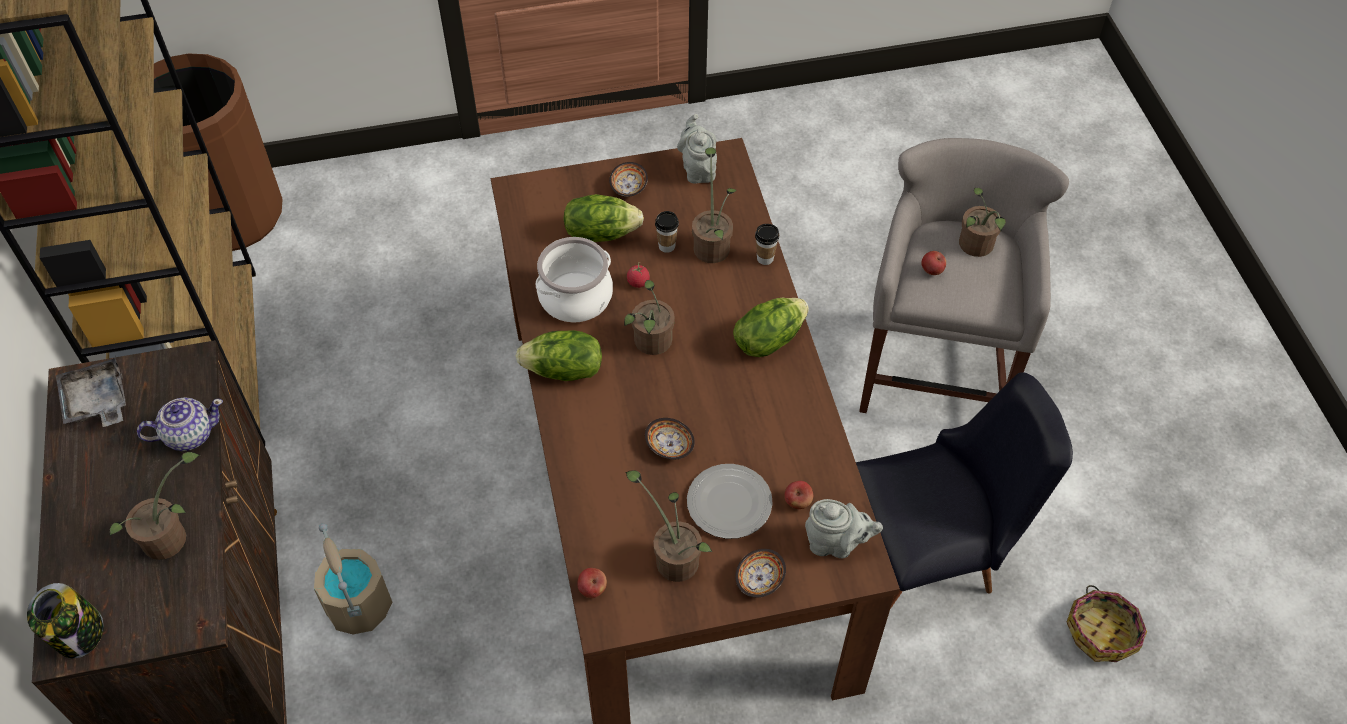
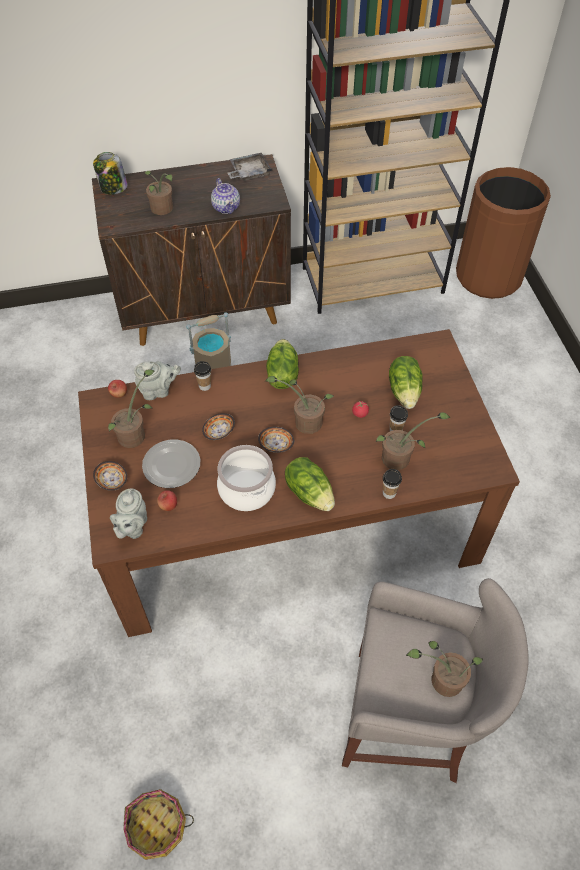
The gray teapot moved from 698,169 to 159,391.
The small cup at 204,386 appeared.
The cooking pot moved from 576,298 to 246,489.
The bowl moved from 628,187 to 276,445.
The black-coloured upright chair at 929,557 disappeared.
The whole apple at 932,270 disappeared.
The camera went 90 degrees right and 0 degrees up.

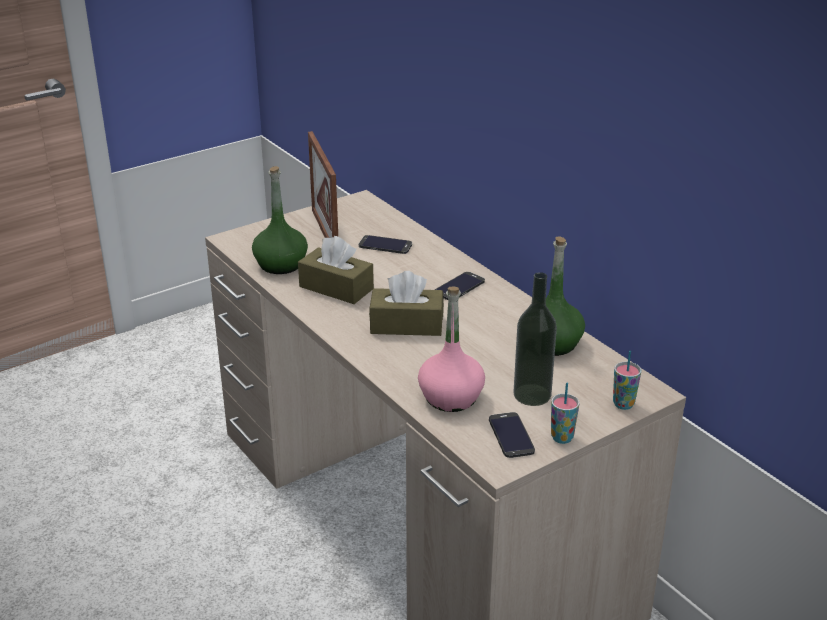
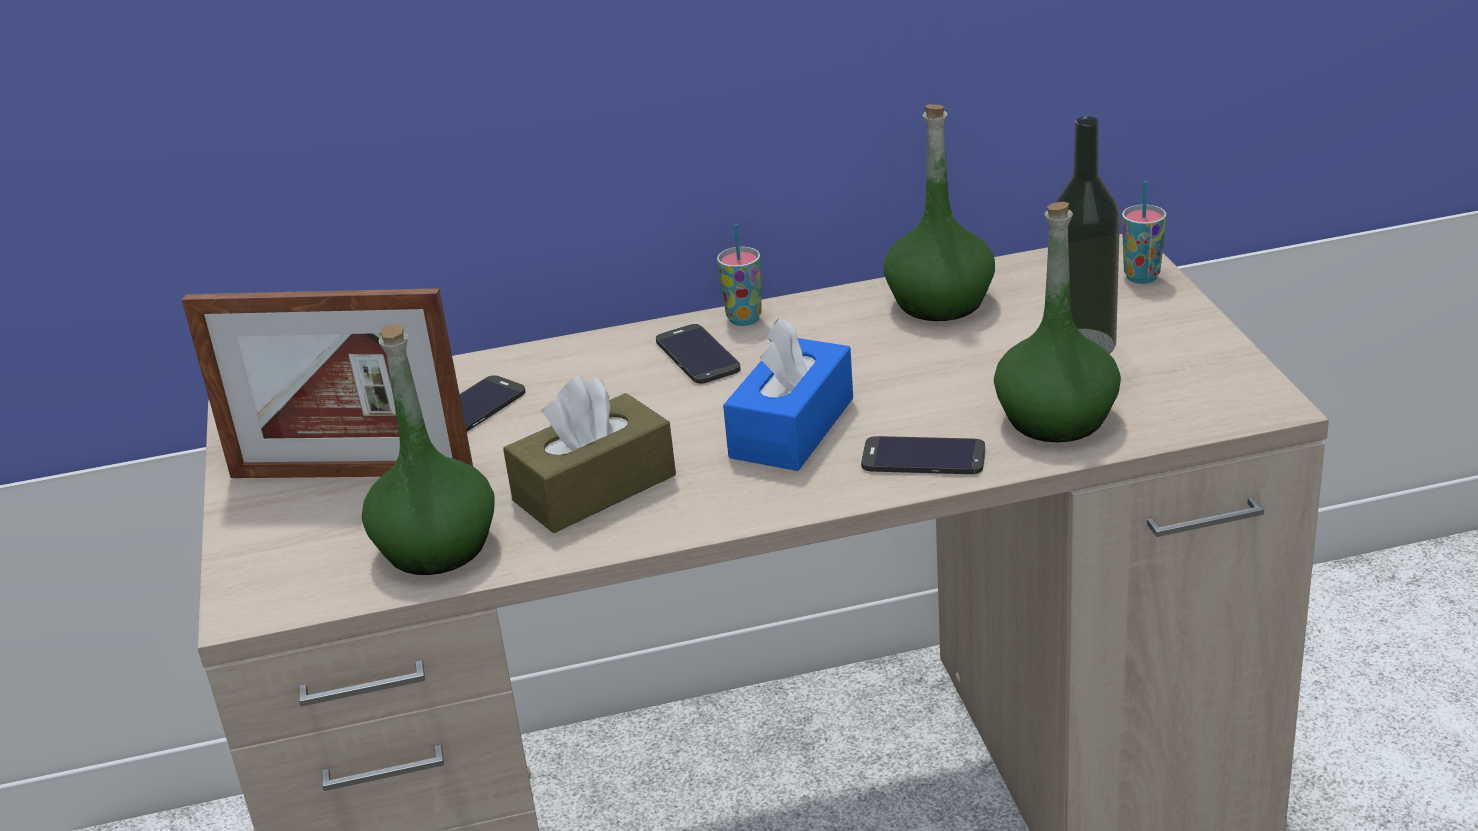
The small cup moved from 562,438 to 744,319.
The brownish tissue holder at 406,325 became the bluish tissue holder at 792,428.
The handset moved from 511,435 to 923,457.
The pinkish beverage bottle at 450,397 became the green beverage bottle at 1055,419.
The camera went 65 degrees left and 0 degrees up.

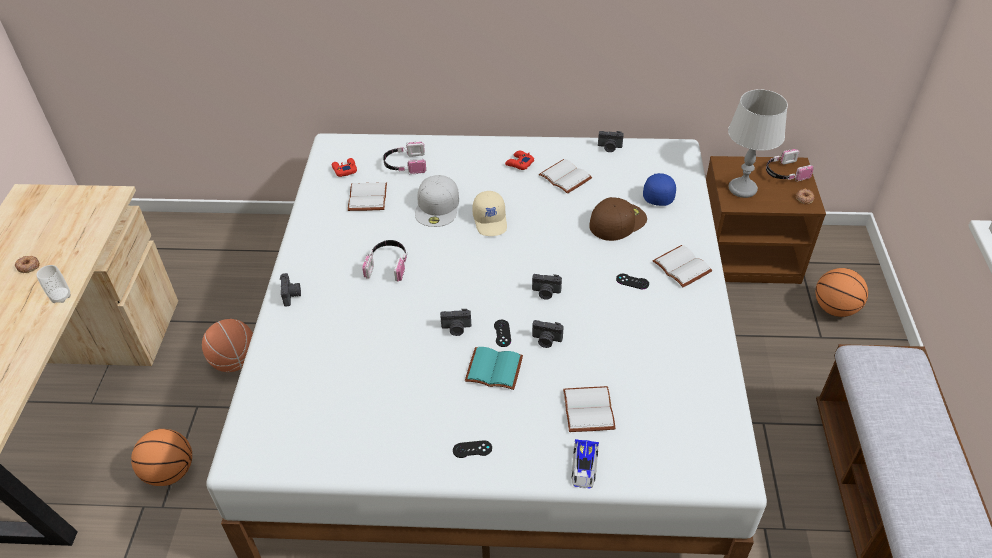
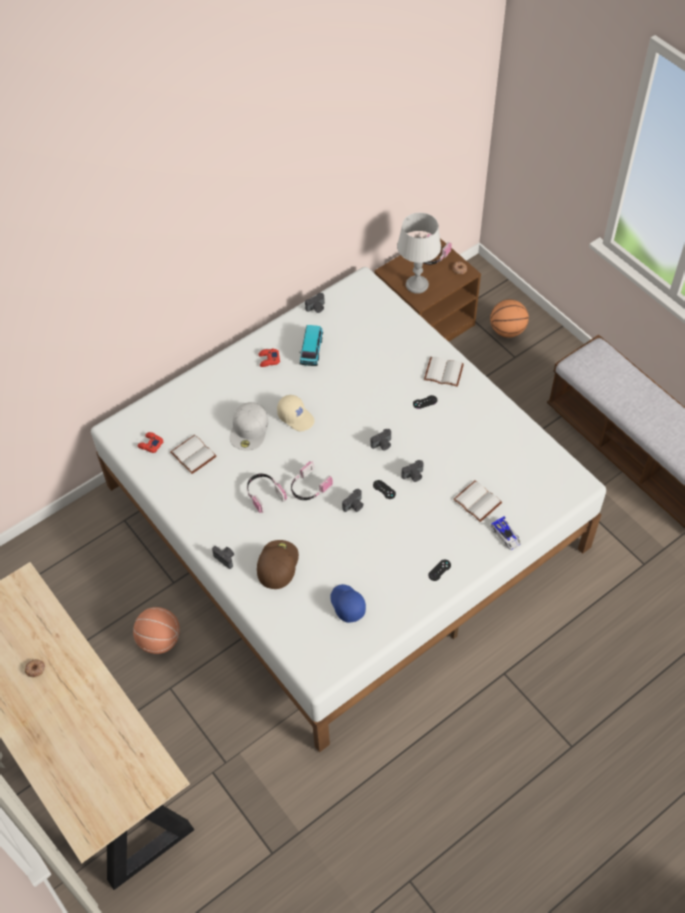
The white-coloured peaked cap at 438,206 turned 45 degrees clockwise.
The brownish peaked cap moved from 617,221 to 277,563.
The headphones moved from 405,165 to 309,487.
The white-coloured bound book at 566,177 was replaced by the model car at 311,350.
The bluish peaked cap moved from 658,193 to 347,605.
The small cup at 61,297 disappeared.
The basketball ball at 170,472 disappeared.
The turquoise bound book at 492,370 disappeared.
The camera went 40 degrees left and 10 degrees up.

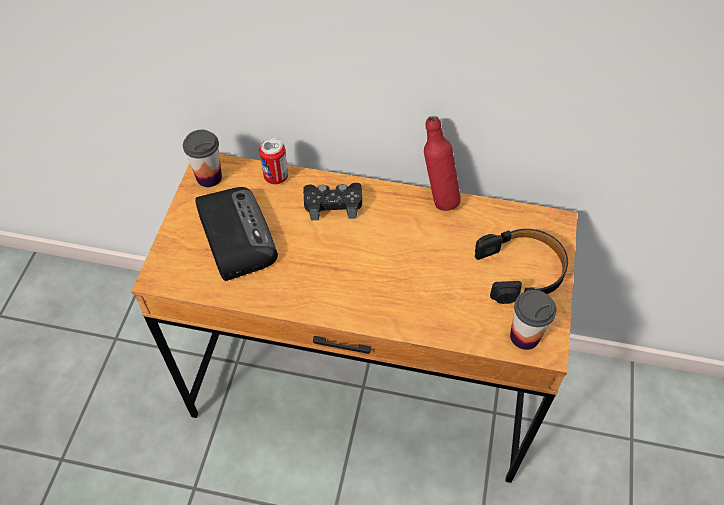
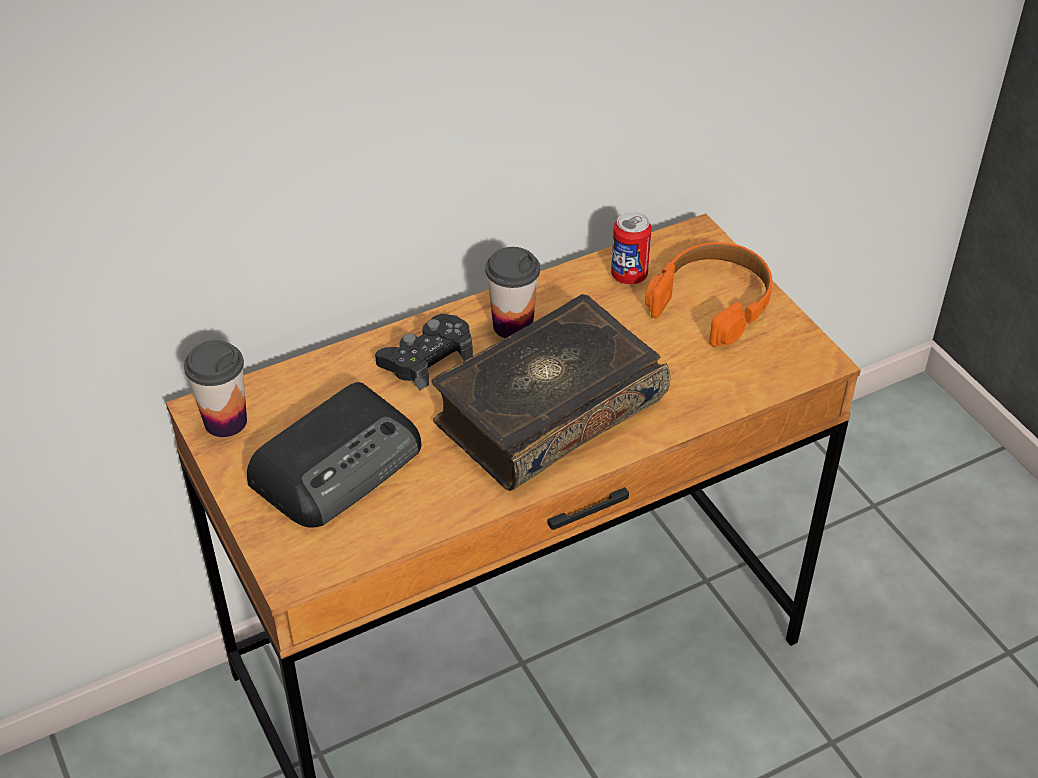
The radio at 235,235 turned 105 degrees clockwise.
The bound book at 547,410 appeared.
The small cup moved from 524,336 to 513,326.
The sealed can moved from 276,177 to 629,275.
The black-coloured headphones at 521,270 became the orange-coloured headphones at 713,302.
The red beverage bottle at 438,198 disappeared.
The camera went 40 degrees left and 10 degrees down.

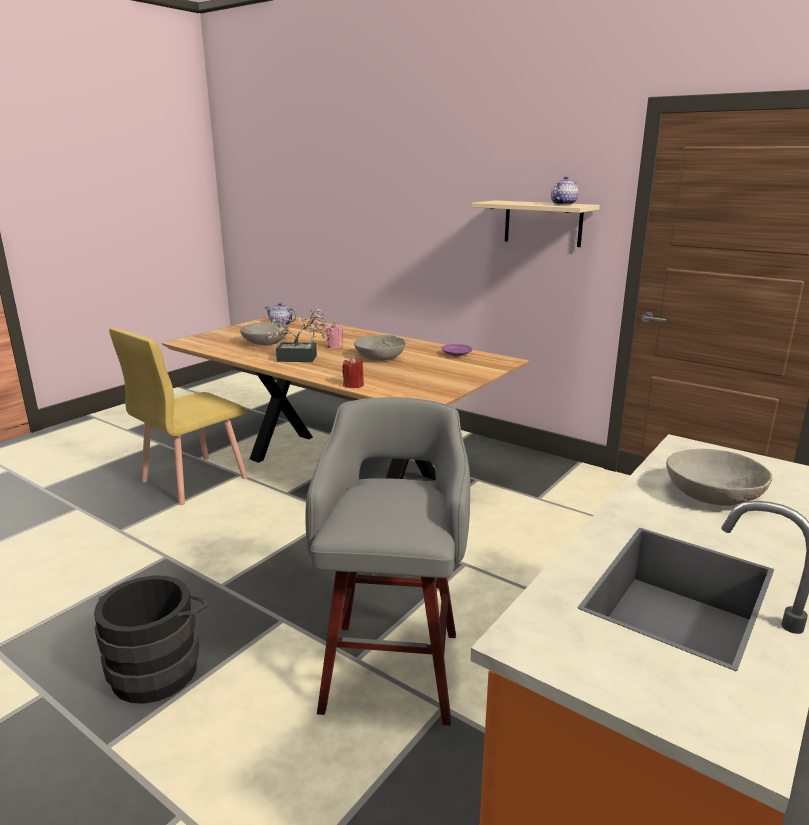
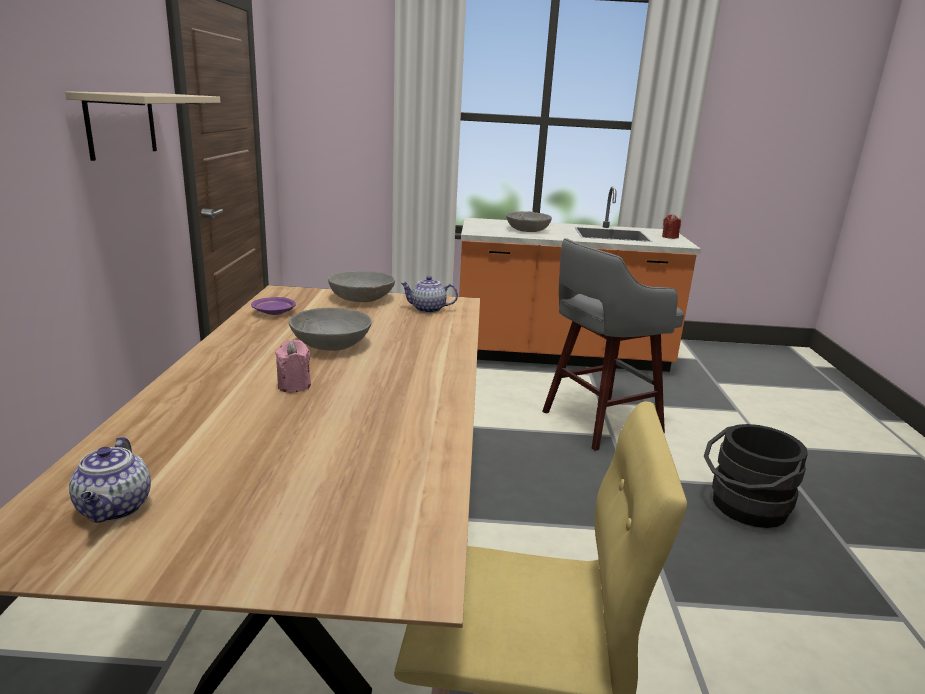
The gray bowl moved from 265,343 to 362,298.
The teapot moved from 563,204 to 427,310.
The red wax candle moved from 353,385 to 669,237.
The plant in a pot at 302,358 disappeared.
The camera went 125 degrees left and 0 degrees up.

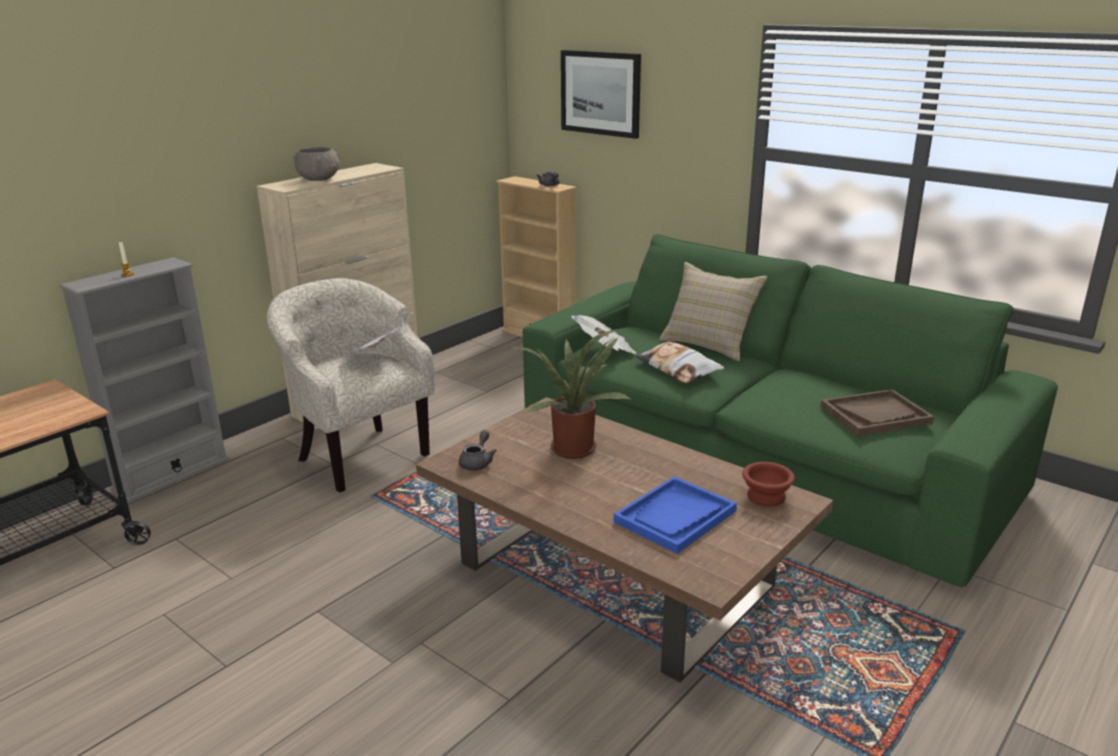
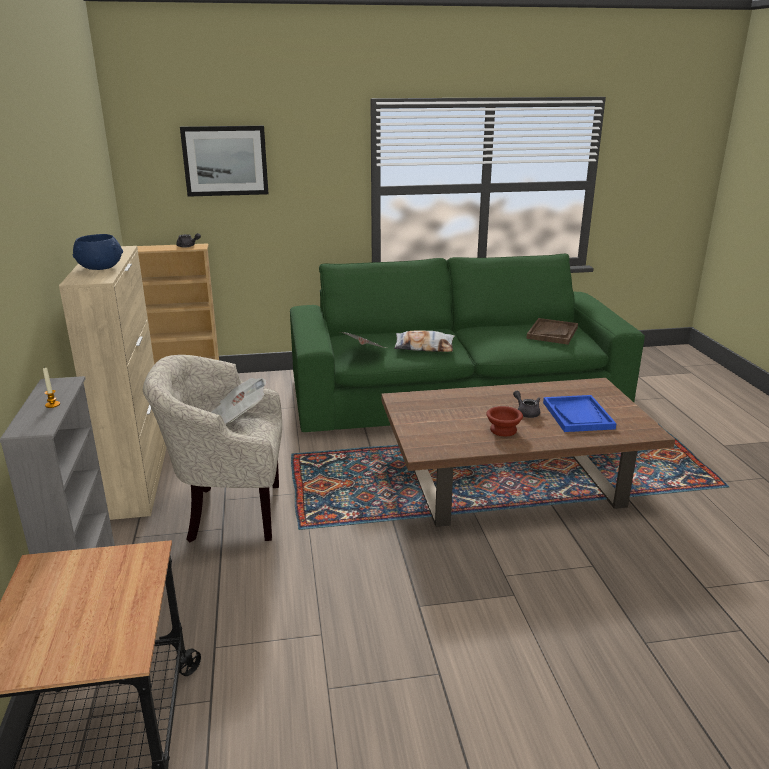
The gray bowl at 319,179 became the bluish bowl at 100,267.
The brownish bowl moved from 765,496 to 502,430.
The gray teapot moved from 477,462 to 526,412.
The plant in a pot at 574,446 disappeared.
The beige throw pillow at 709,344 disappeared.
The camera went 50 degrees left and 0 degrees up.

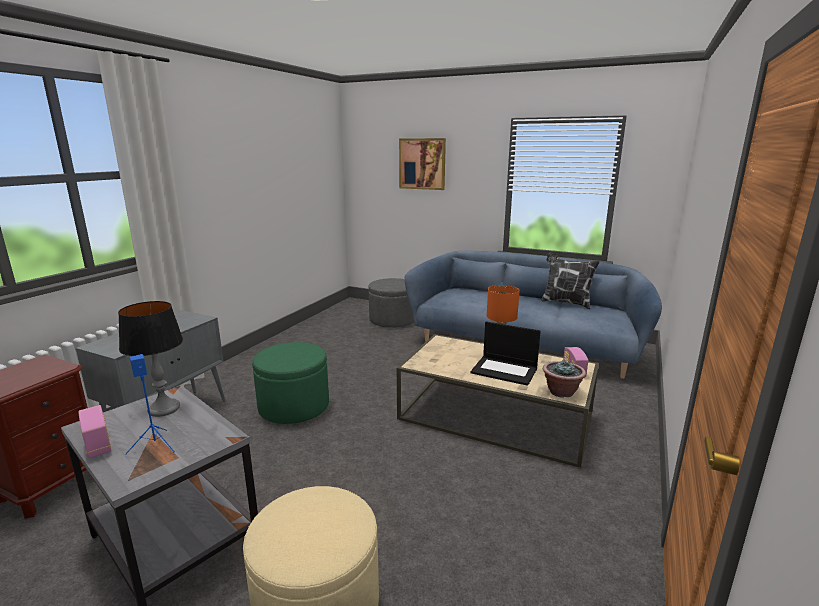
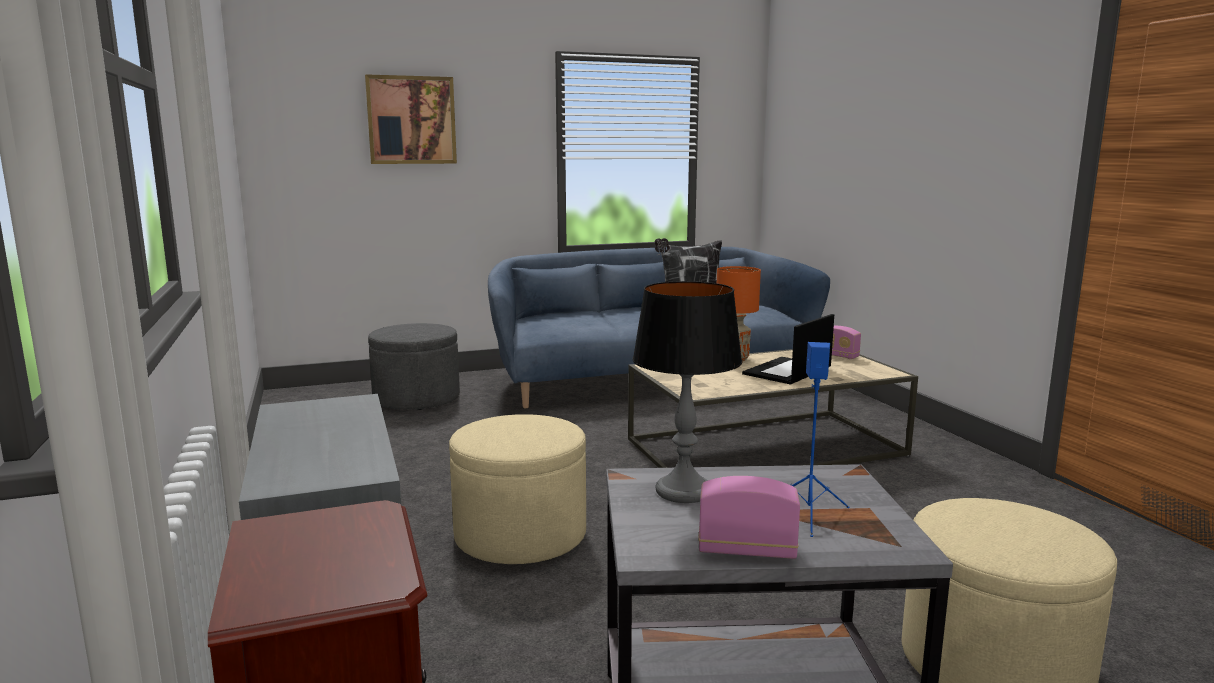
The green pouffe at 294,406 became the beige pouffe at 520,535.
The notebook computer at 505,370 turned 150 degrees clockwise.
The plant in a pot at 561,392 disappeared.
The camera went 45 degrees left and 5 degrees down.

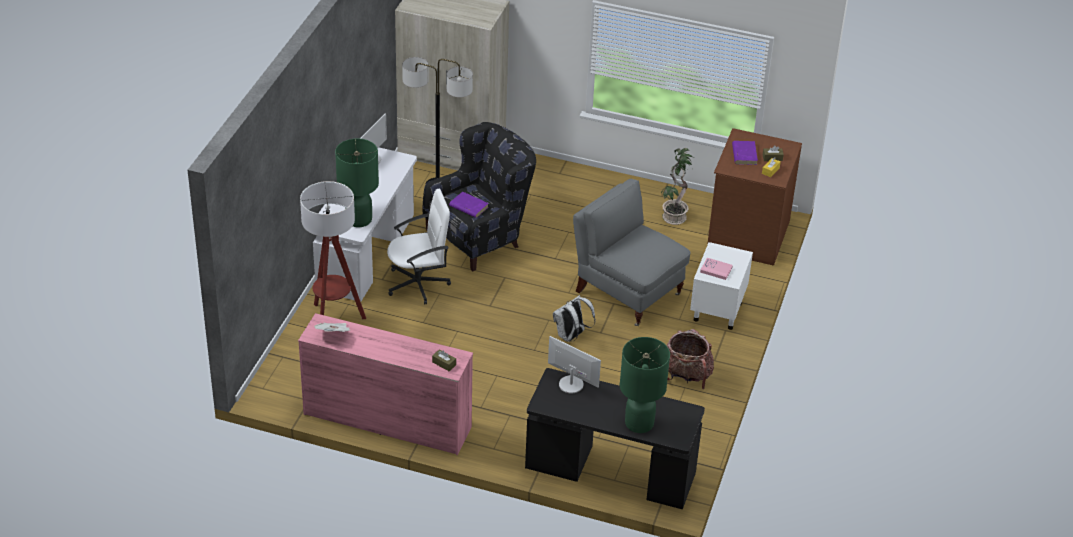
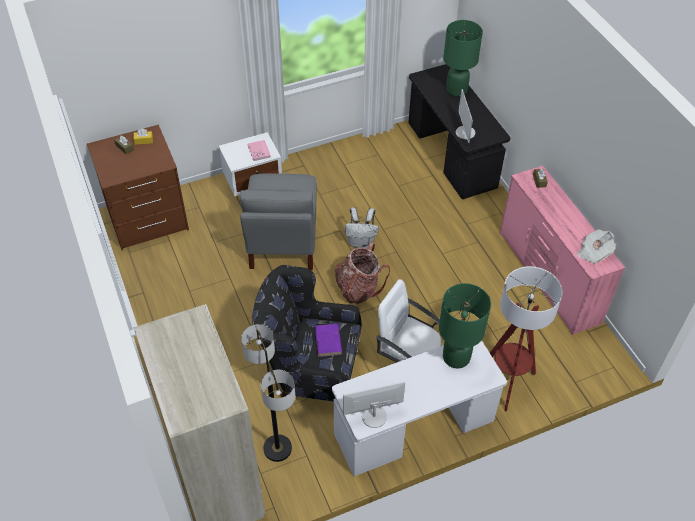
The knapsack moved from 686,376 to 358,288.
The plant in a pot at 673,216 disappeared.
The purplish bound book at 744,154 disappeared.
The camera went 130 degrees left and 10 degrees up.

